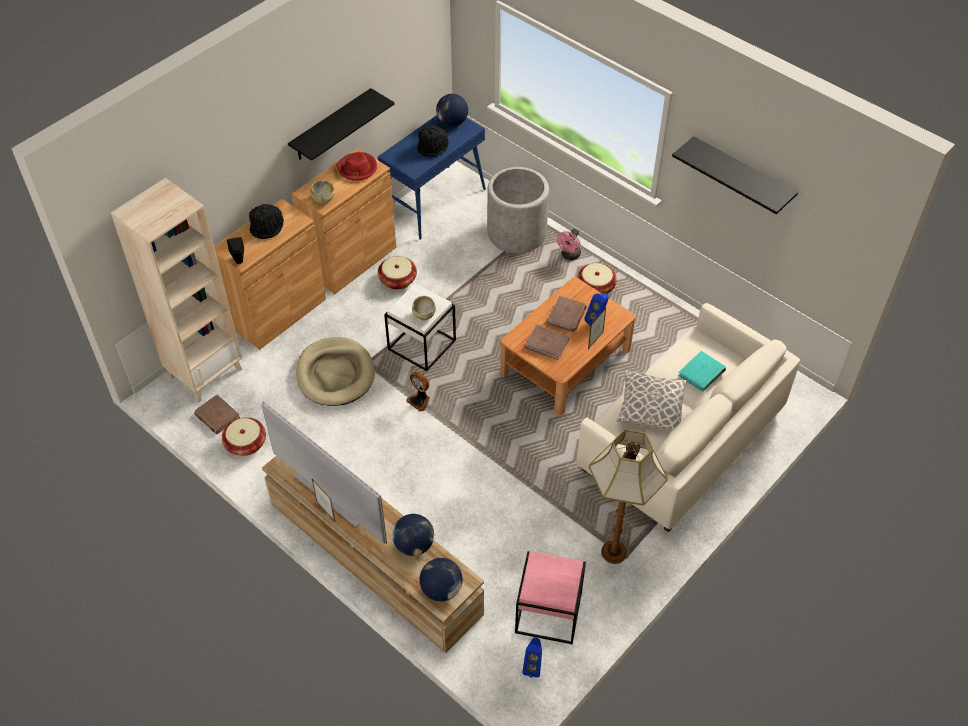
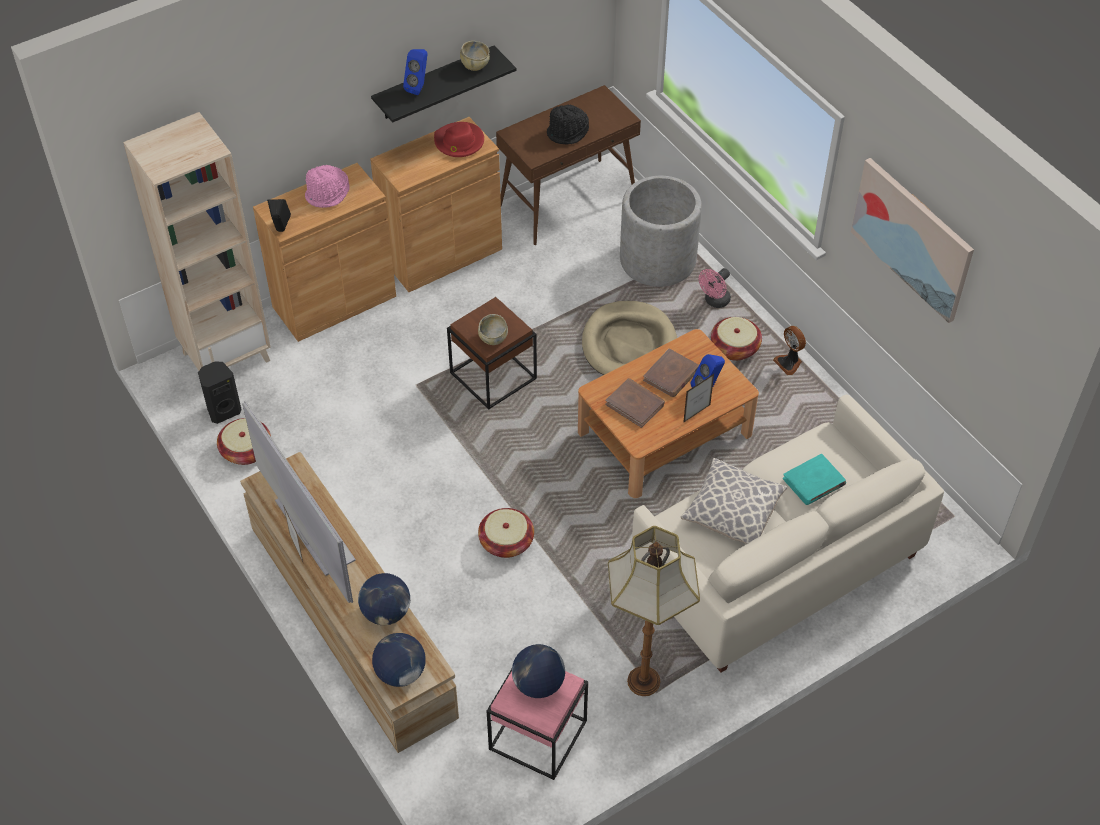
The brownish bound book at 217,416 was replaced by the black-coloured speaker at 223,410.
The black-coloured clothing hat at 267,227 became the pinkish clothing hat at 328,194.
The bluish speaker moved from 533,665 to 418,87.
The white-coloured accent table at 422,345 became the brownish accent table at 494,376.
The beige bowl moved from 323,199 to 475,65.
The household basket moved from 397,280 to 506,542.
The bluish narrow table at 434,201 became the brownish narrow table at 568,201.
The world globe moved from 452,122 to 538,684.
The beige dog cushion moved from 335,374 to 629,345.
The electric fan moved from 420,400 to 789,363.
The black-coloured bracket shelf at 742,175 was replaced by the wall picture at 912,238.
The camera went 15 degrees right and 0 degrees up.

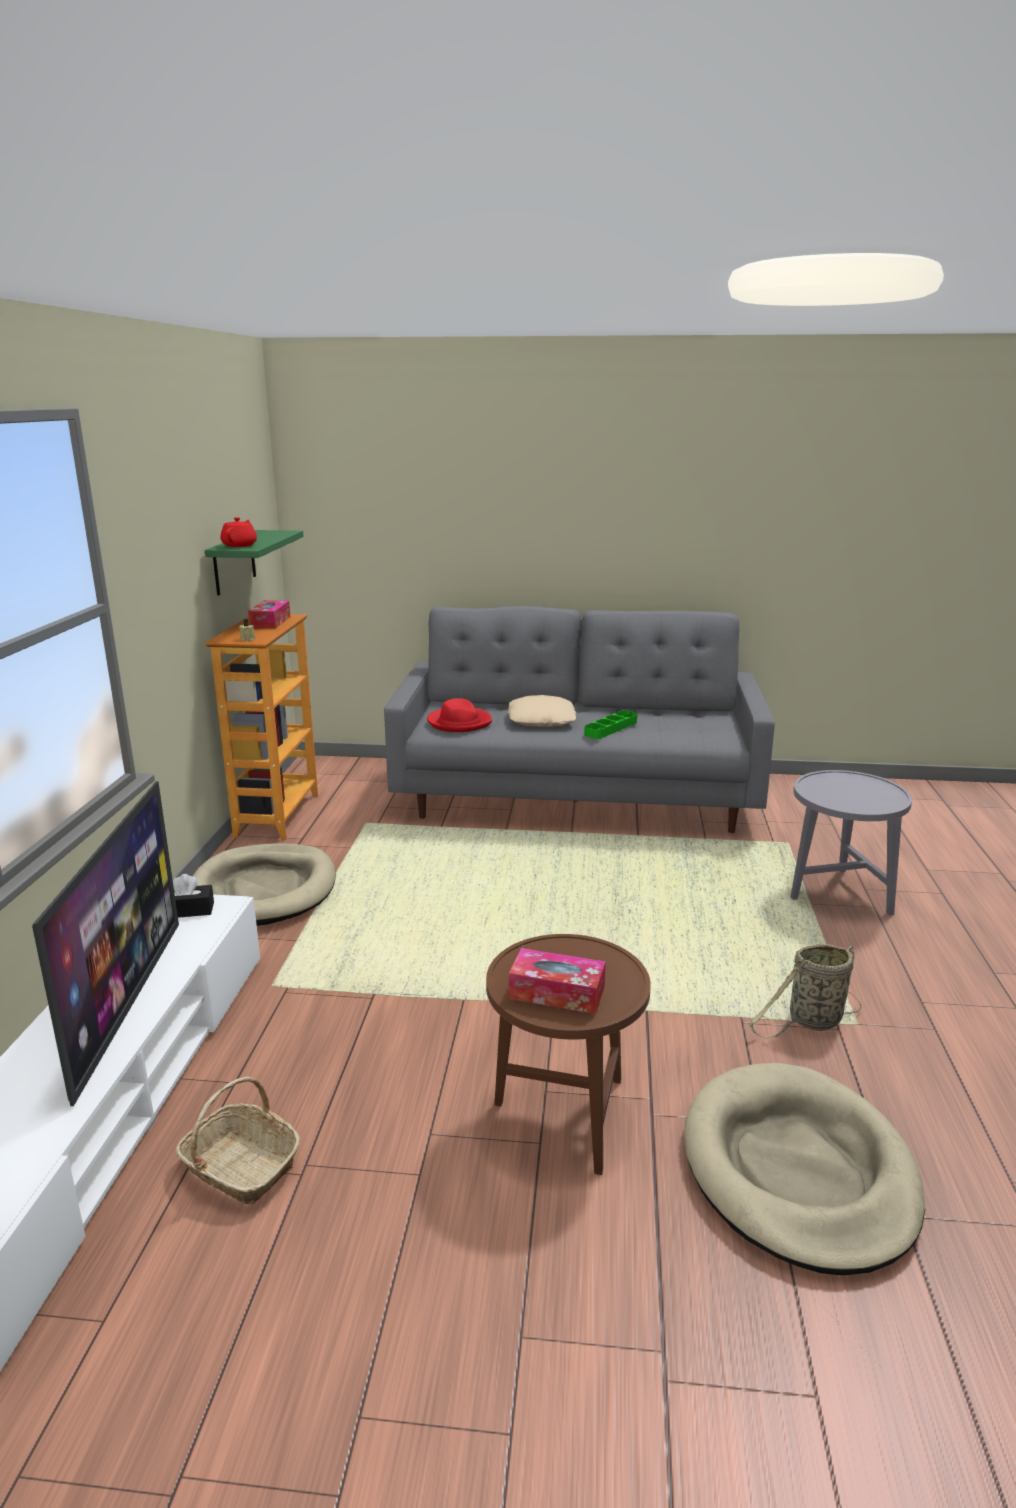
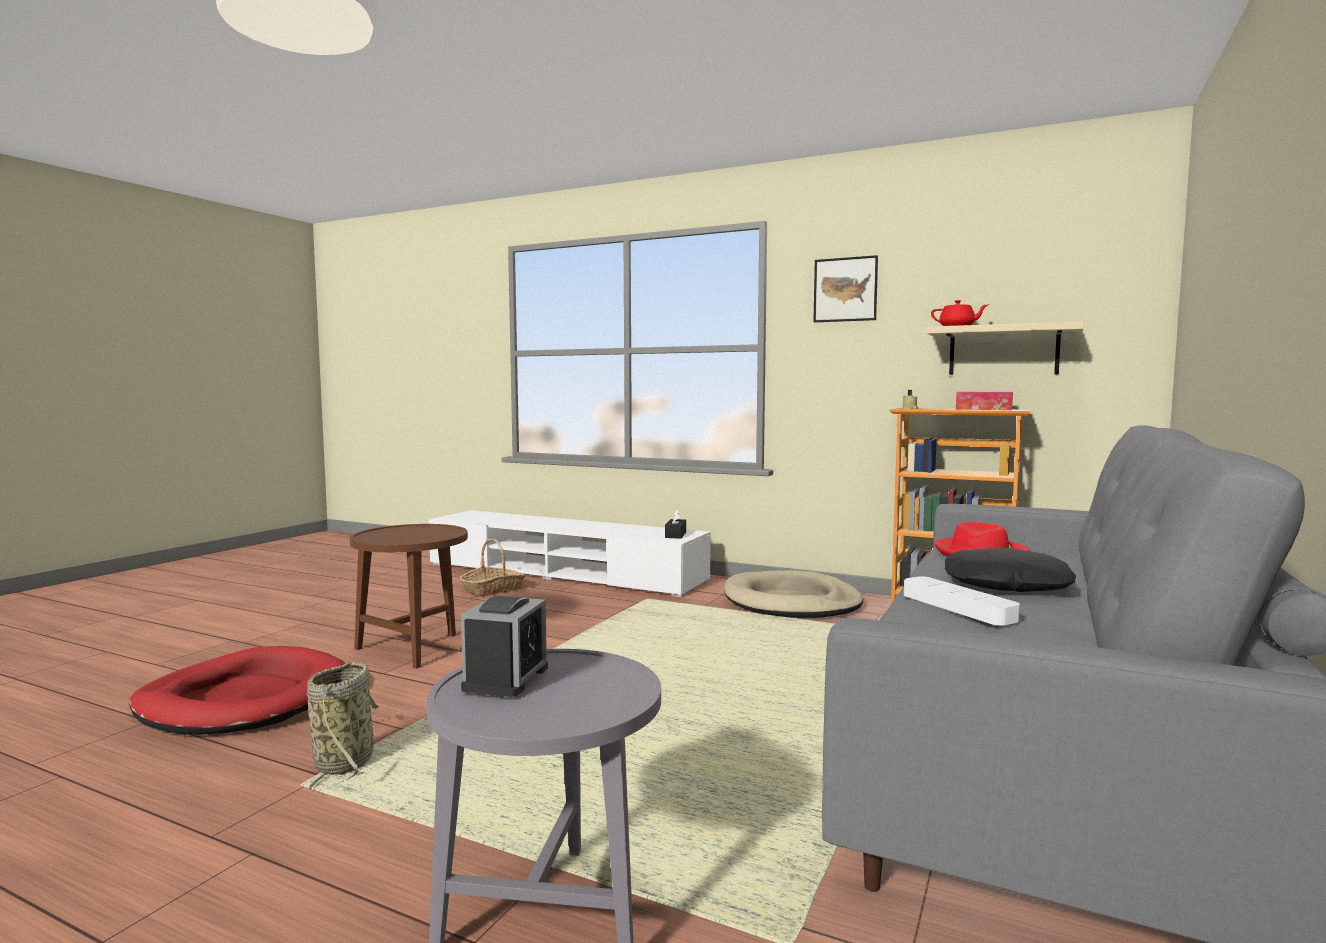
The beige dog cushion at 798,1171 became the red dog cushion at 245,699.
The table clock at 506,678 appeared.
The wall picture at 845,289 appeared.
The green tray at 611,728 became the white-coloured tray at 957,607.
The green bracket shelf at 234,562 became the beige bracket shelf at 1003,351.
The beige throw pillow at 542,720 became the black-coloured throw pillow at 1006,584.
The TV at 127,1002 disappeared.
The tissue holder at 557,992 disappeared.
The camera went 110 degrees right and 15 degrees down.

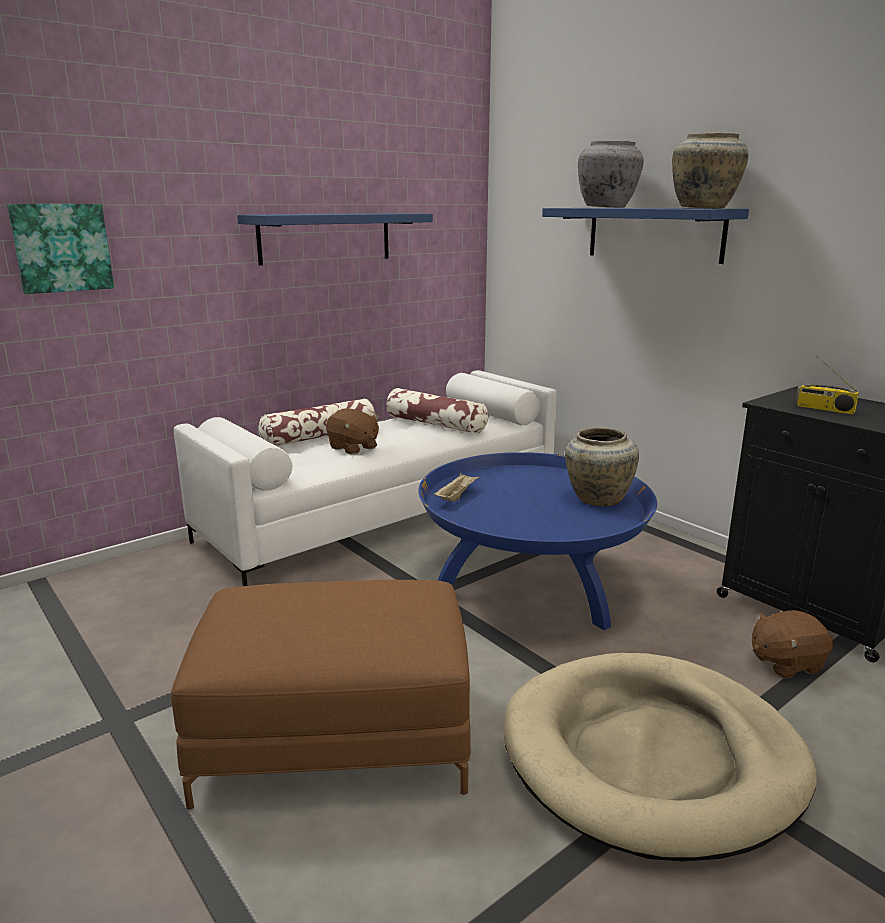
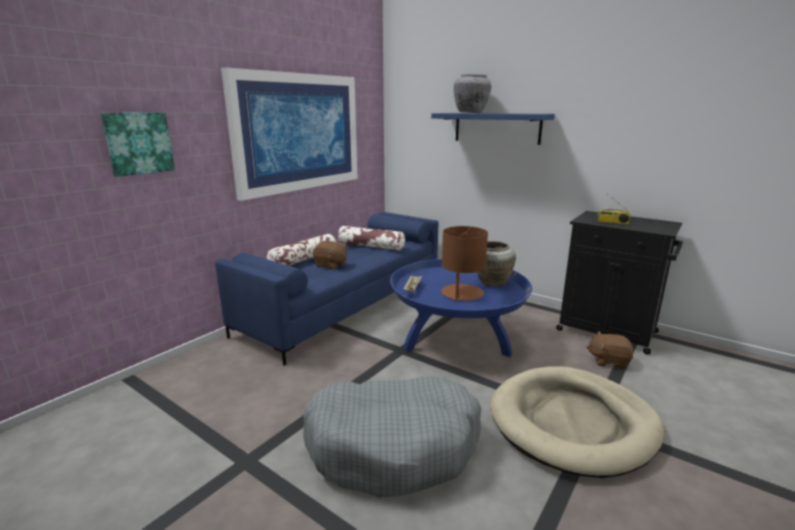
The white-coloured couch at 385,513 became the bluish couch at 346,304.
The bluish bracket shelf at 325,238 was replaced by the wall picture at 298,132.
The brownish pouffe at 334,737 was replaced by the gray dog cushion at 394,445.
The brownish table lamp at 462,294 appeared.
The brownish plush toy at 785,663 turned 45 degrees clockwise.
The beige decorative vase at 703,208 disappeared.
The camera went 15 degrees left and 0 degrees up.

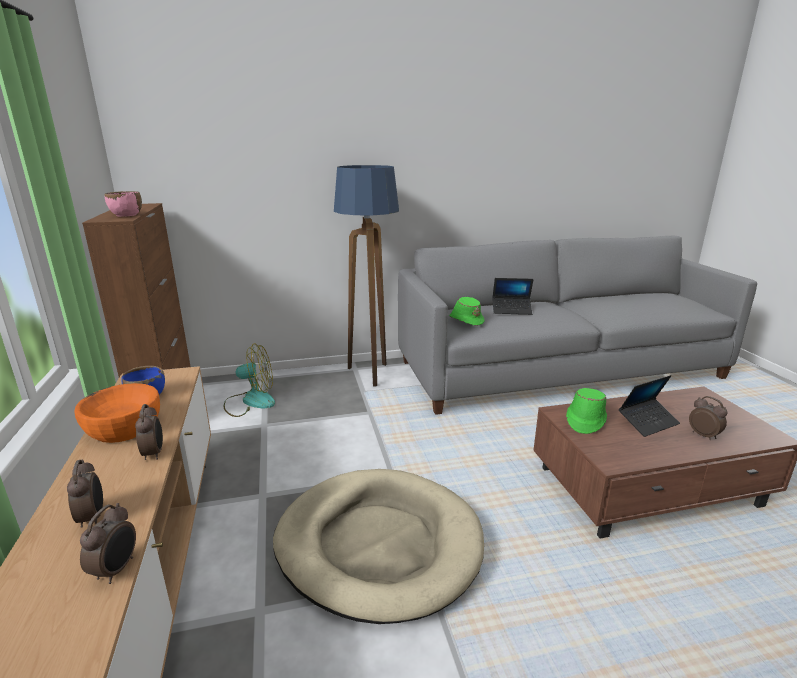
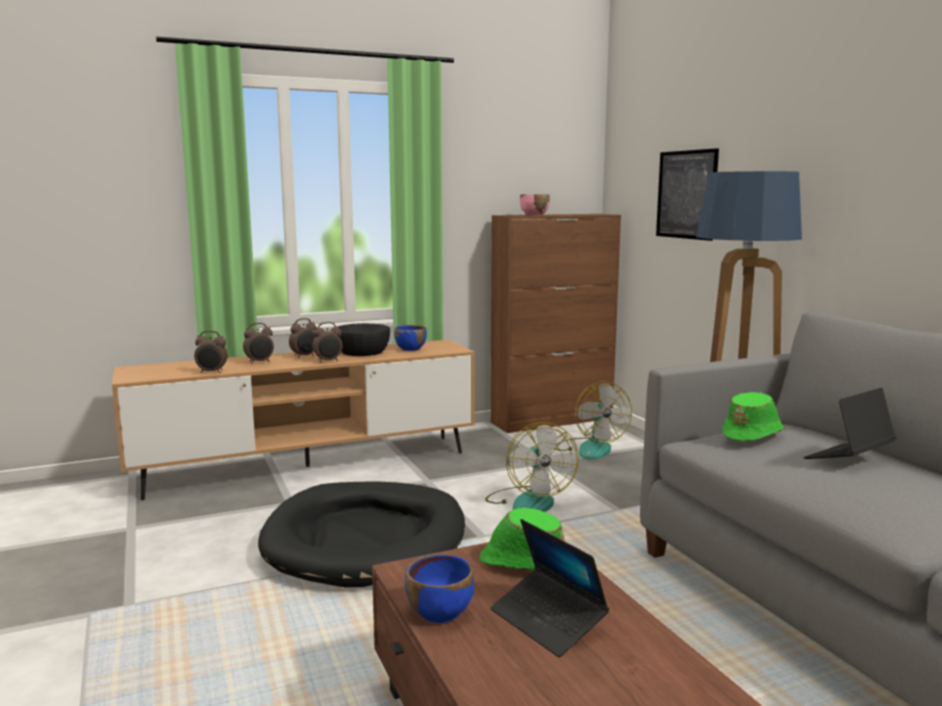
The beige dog cushion at 378,544 became the black-coloured dog cushion at 366,539.
The table clock moved from 703,435 to 304,356.
The orange-coloured bowl at 123,428 became the black-coloured bowl at 362,351.
The bluish bowl at 440,612 appeared.
The electric fan at 529,501 appeared.
The wall picture at 686,194 appeared.
The notebook computer at 511,310 turned 60 degrees clockwise.
The camera went 80 degrees right and 10 degrees down.

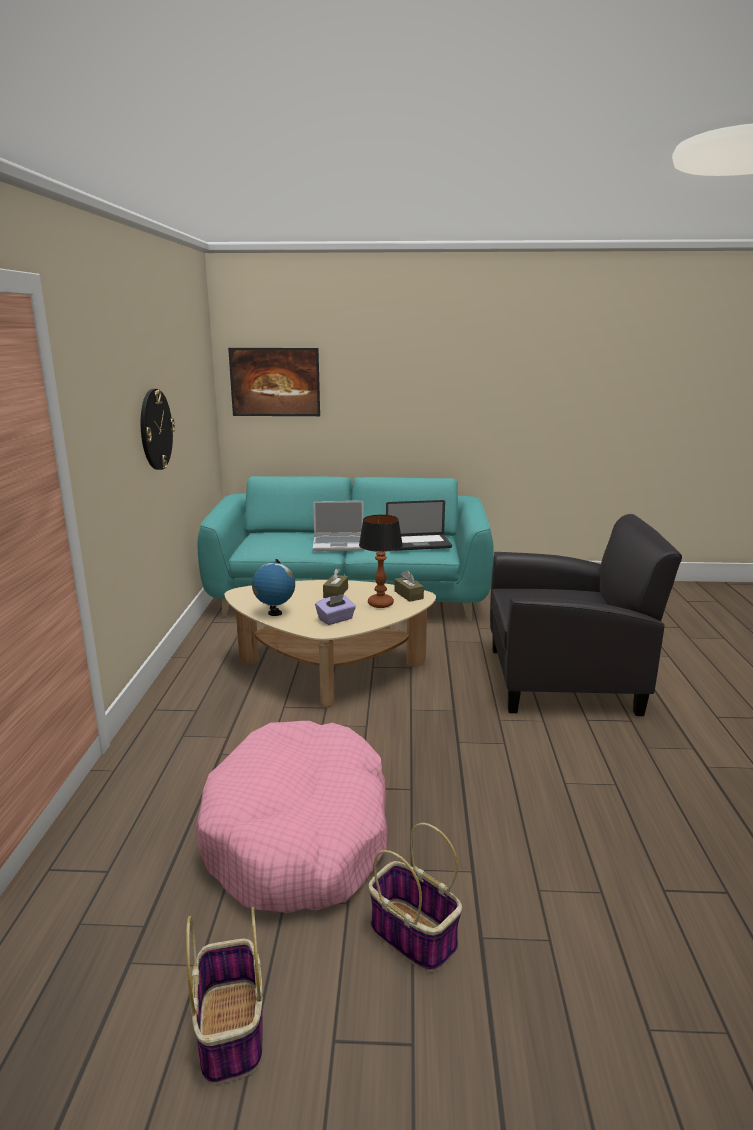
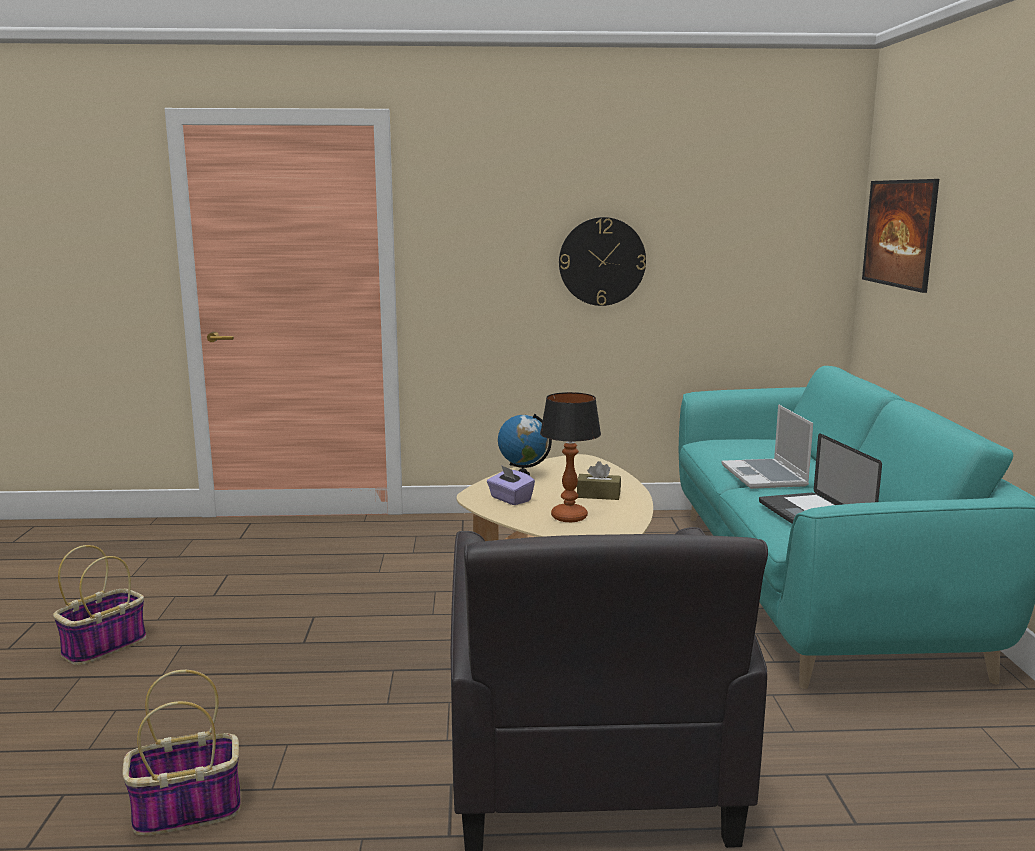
The household basket moved from 231,1031 to 185,811.
The pinkish dog cushion at 299,834 disappeared.
The brownish tissue holder at 408,595 disappeared.
The camera went 85 degrees right and 5 degrees down.

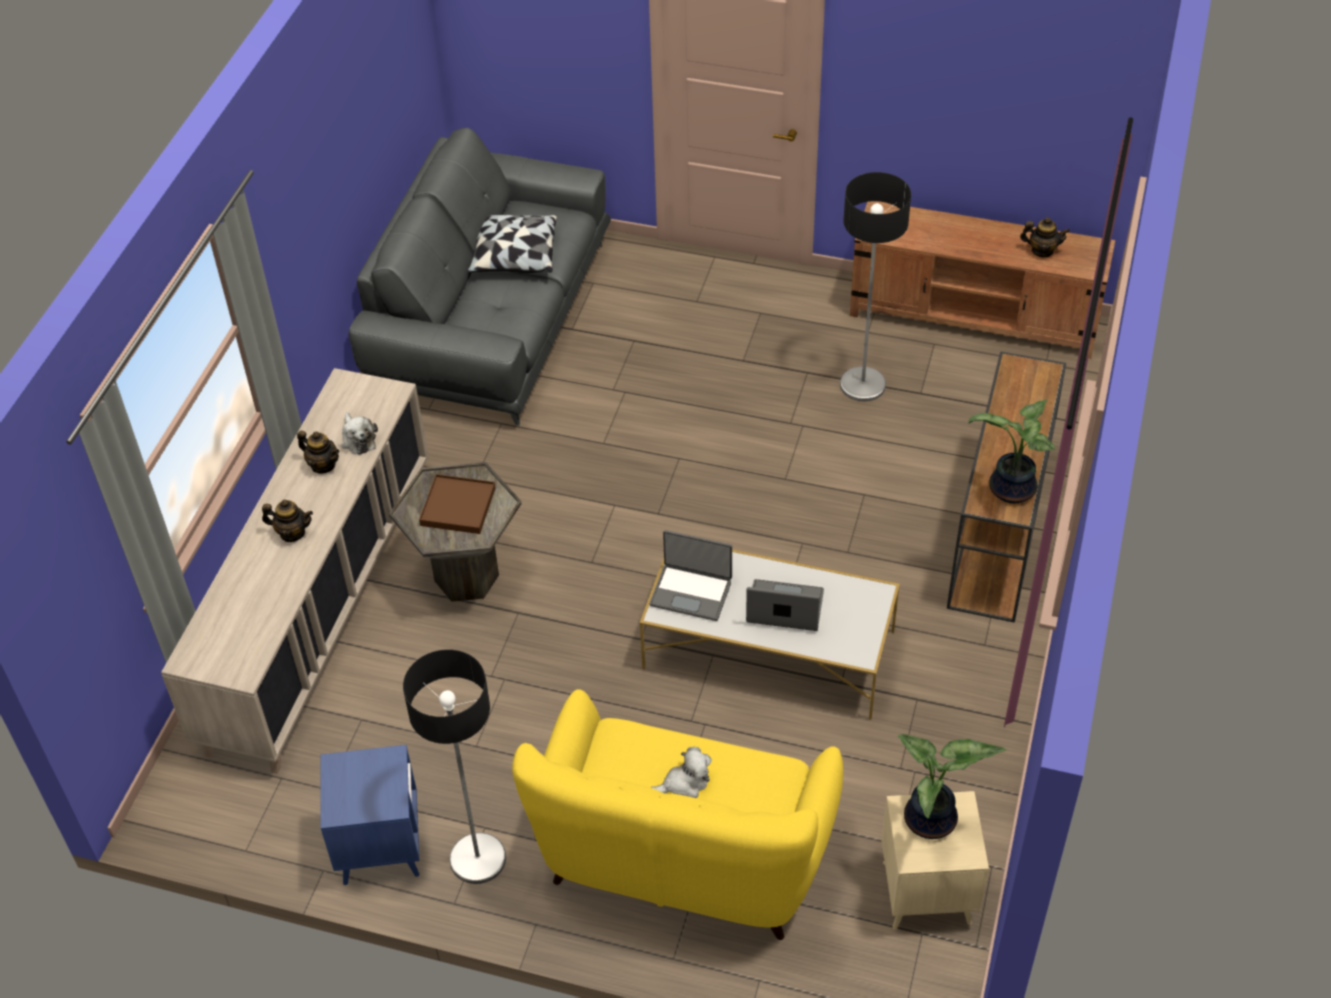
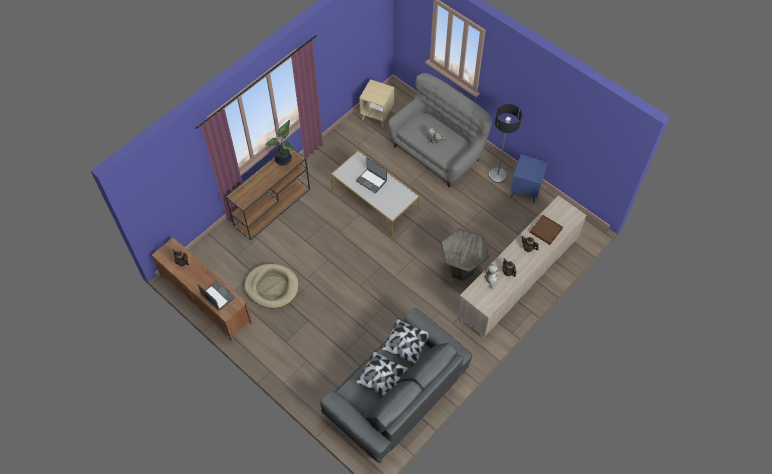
The notebook computer moved from 691,592 to 217,296.
The floor lamp at 863,385 was replaced by the beige dog cushion at 272,287.
The throw pillow at 407,344 appeared.
The yellow couch at 683,855 became the gray couch at 437,152.
The brownish tray moved from 458,506 to 546,230.
The plant in a pot at 932,822 disappeared.
The camera went 155 degrees left and 10 degrees up.

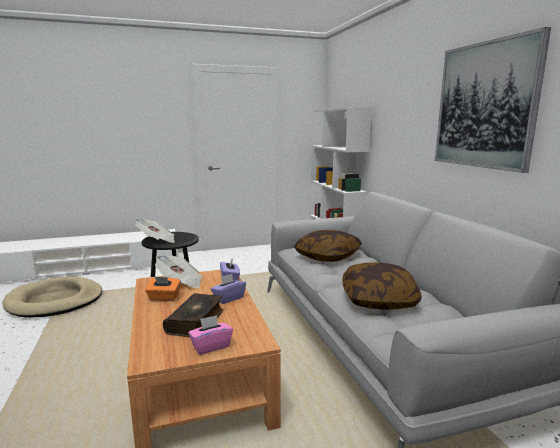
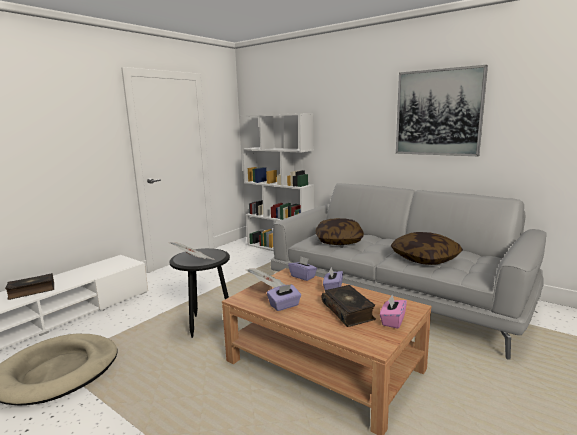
The bound book at 32,291 appeared.
The orange-coloured tissue holder at 164,298 became the purplish tissue holder at 284,306.
The camera went 35 degrees left and 0 degrees up.

